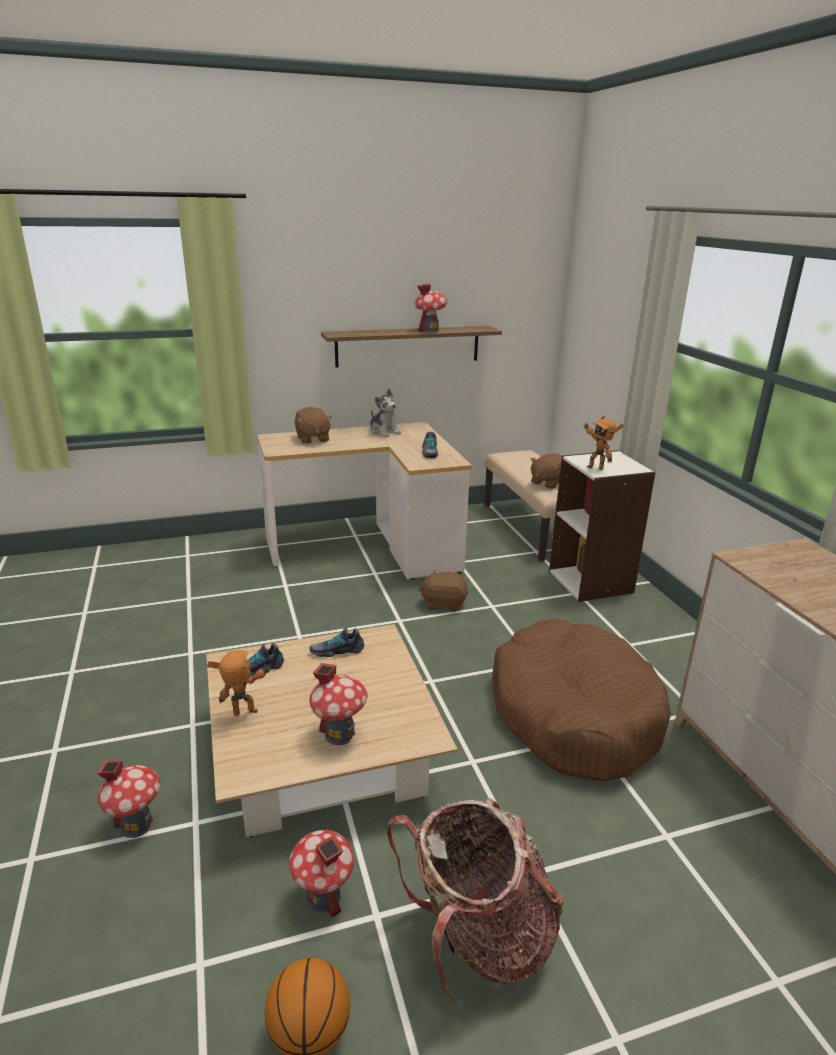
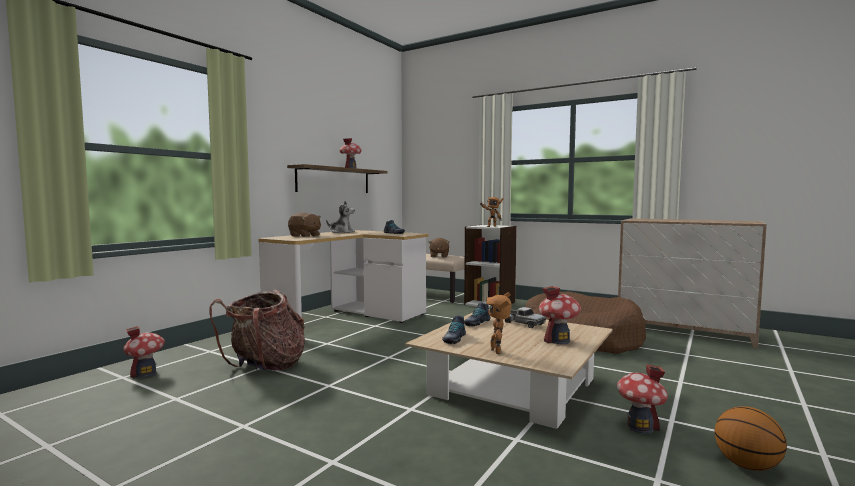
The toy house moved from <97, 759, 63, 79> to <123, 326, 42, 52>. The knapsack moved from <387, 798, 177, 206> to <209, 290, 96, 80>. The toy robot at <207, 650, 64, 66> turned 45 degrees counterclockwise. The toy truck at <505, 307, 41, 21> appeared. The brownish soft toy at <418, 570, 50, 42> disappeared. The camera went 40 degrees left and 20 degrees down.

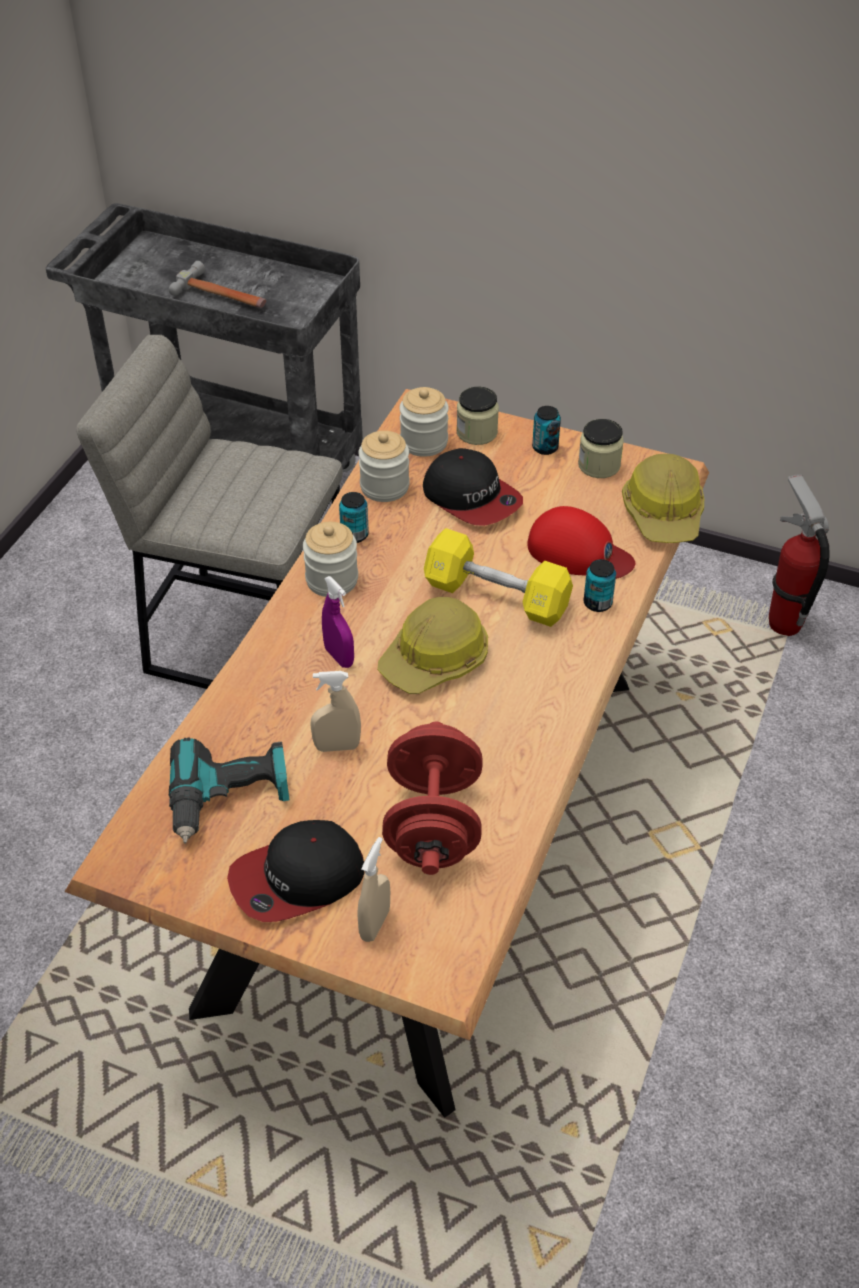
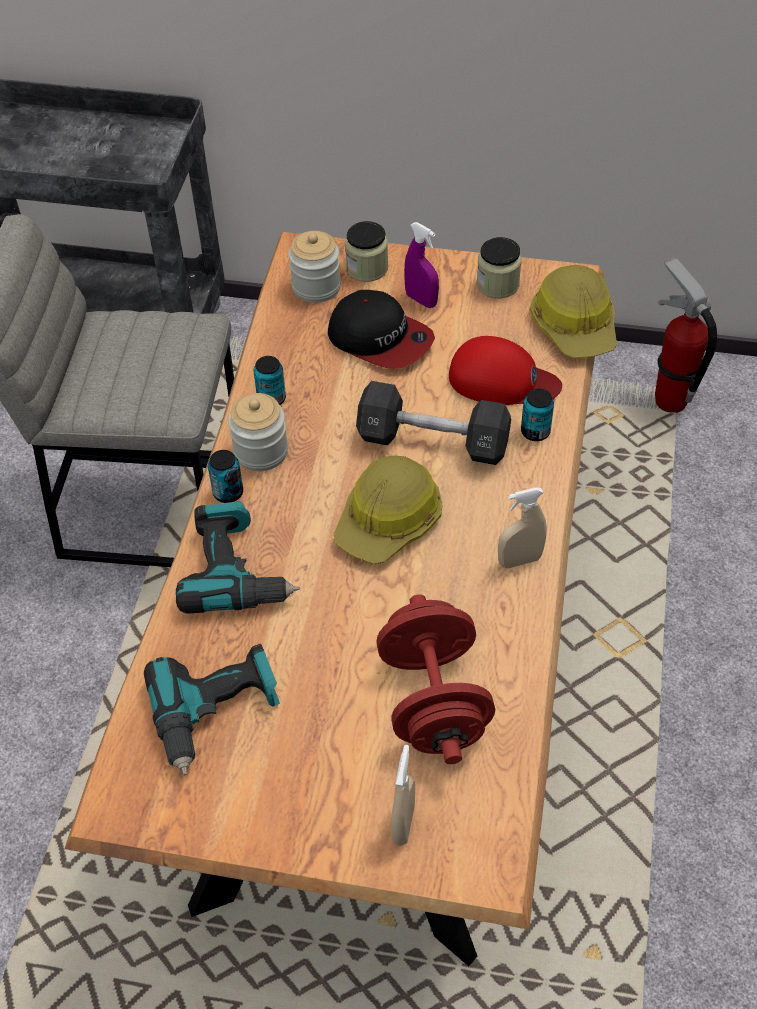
The power drill at <176, 502, 124, 112> appeared. The metal can moved from <532, 406, 29, 49> to <208, 450, 35, 53>. The yellow-coloured dumbbell at <424, 528, 149, 99> became the blackish dumbbell at <356, 381, 155, 84>. The purple-coloured hand sprayer moved from <322, 576, 32, 92> to <404, 222, 35, 86>. The beige-coloured hand sprayer moved from <310, 671, 51, 81> to <498, 488, 49, 80>. The hammer at <169, 261, 97, 47> disappeared. The cap at <227, 820, 138, 102> disappeared. The jar at <358, 431, 52, 71> disappeared. The camera went 10 degrees left and 5 degrees up.

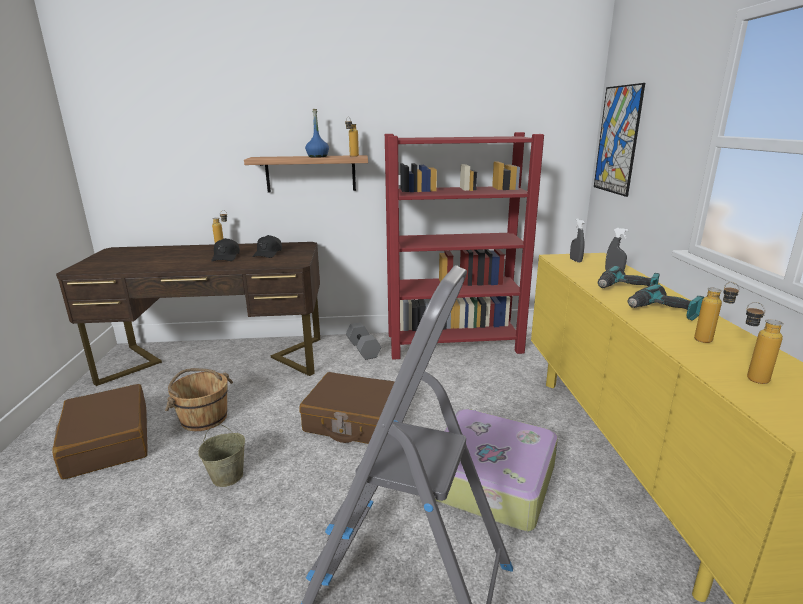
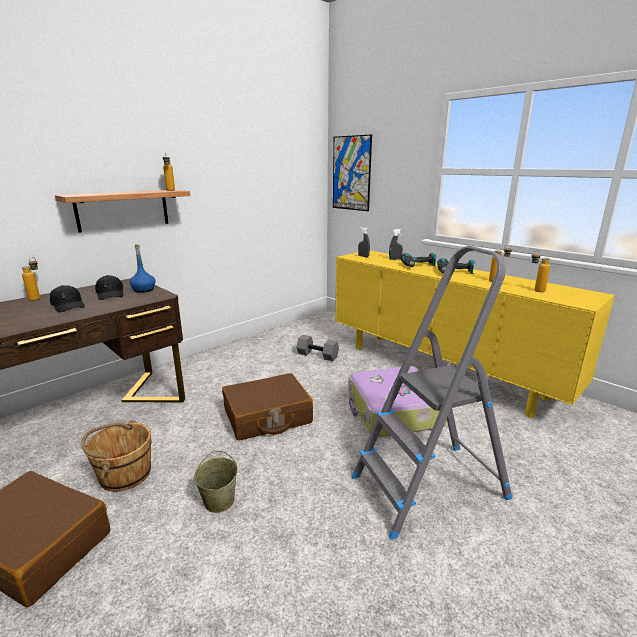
The blue-coloured bottle moved from <305, 109, 24, 49> to <130, 244, 26, 49>. The greyish dumbbell moved from <346, 322, 35, 38> to <296, 335, 43, 26>. The red bookshelf at <385, 132, 159, 227> disappeared. The camera went 40 degrees left and 0 degrees up.

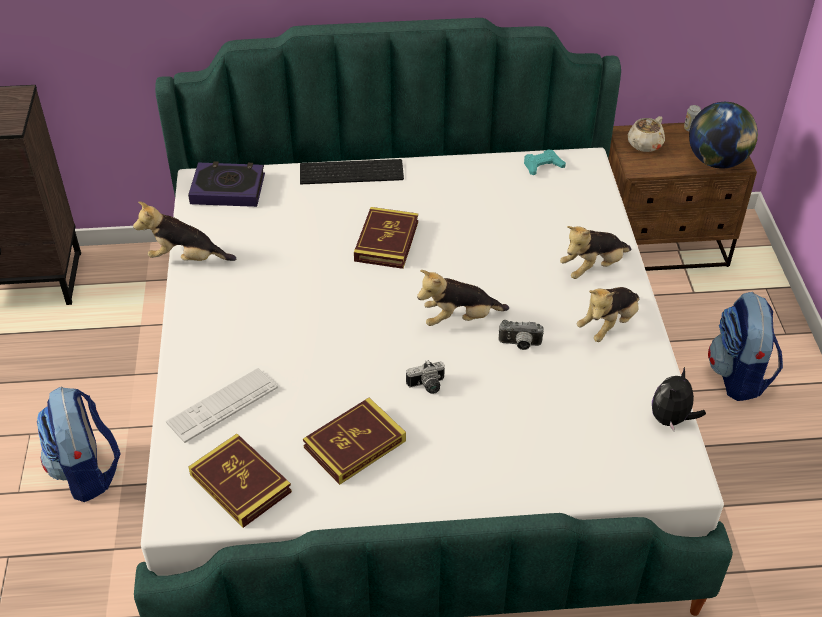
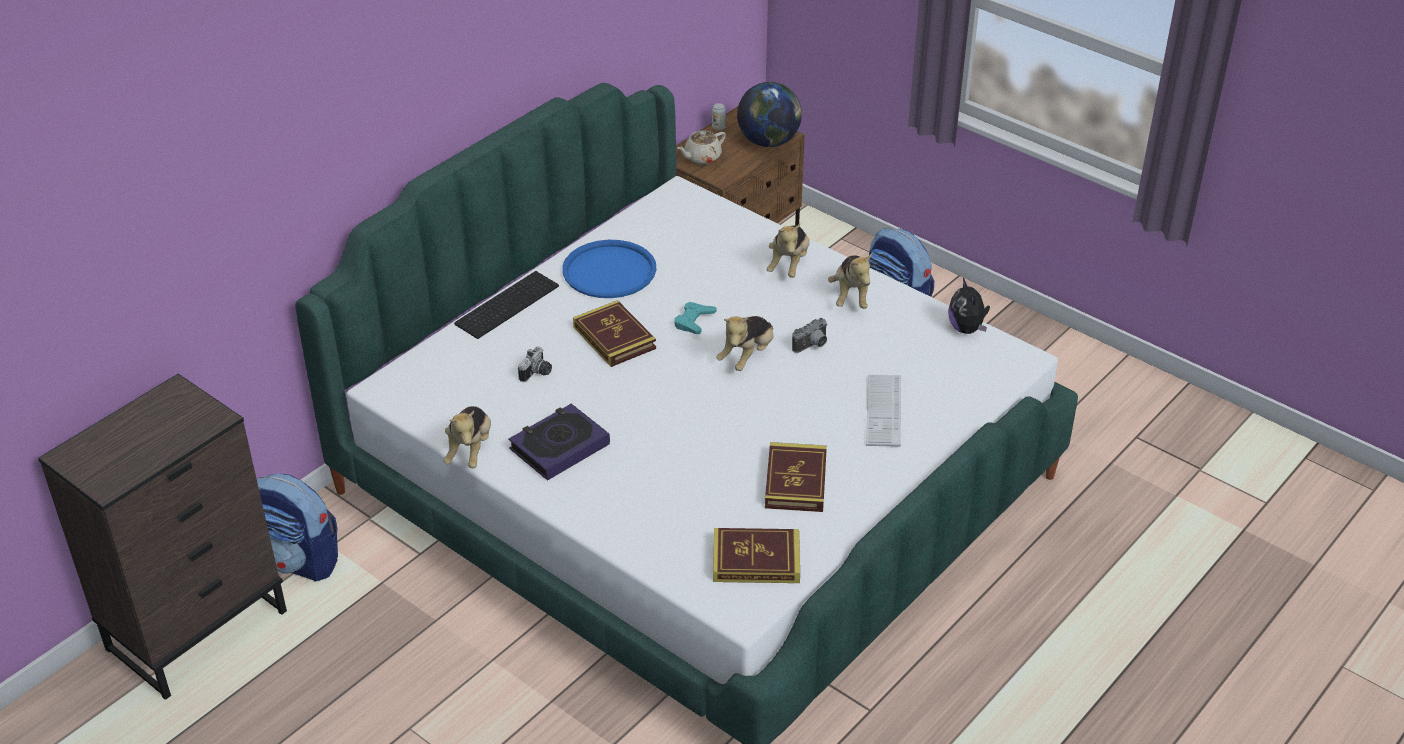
The knapsack moved from <37, 387, 83, 115> to <257, 473, 81, 109>. The soft toy at <133, 202, 103, 59> turned 45 degrees counterclockwise. The volume moved from <188, 161, 77, 46> to <508, 404, 102, 76>. The photo camera moved from <406, 360, 39, 34> to <518, 346, 34, 36>. The blue-coloured tray at <563, 240, 93, 58> appeared. The turquoise game controller moved from <524, 150, 42, 25> to <674, 302, 43, 32>. The beige-coloured pot for tea at <628, 116, 37, 36> turned 60 degrees clockwise. The keyboard moved from <166, 368, 112, 75> to <866, 375, 35, 72>. The camera went 45 degrees left and 5 degrees down.

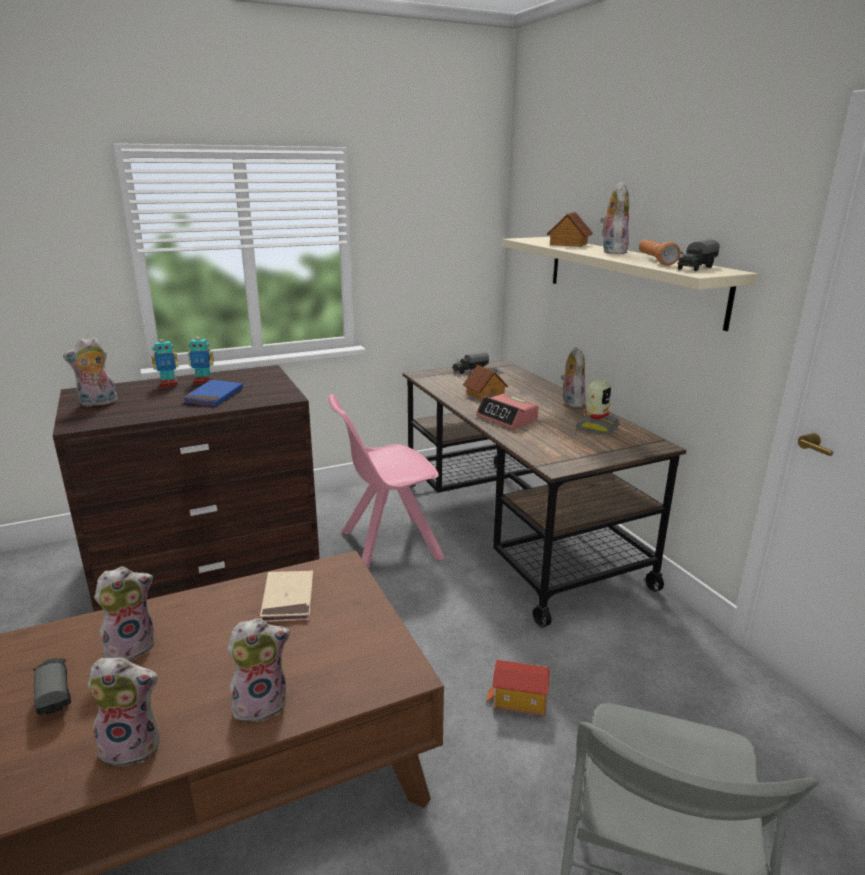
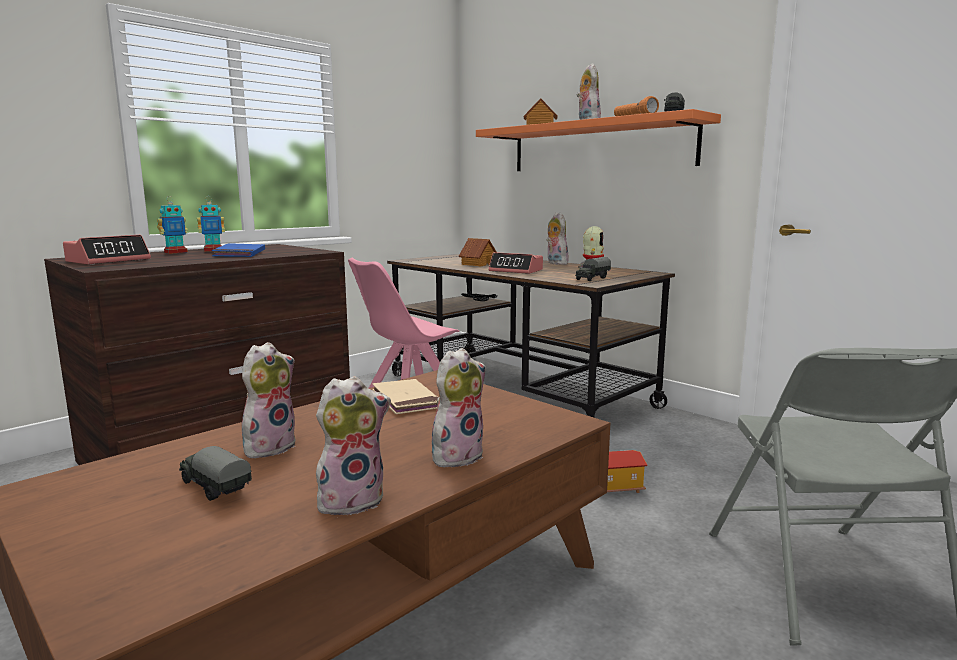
The soft toy at <63, 337, 55, 70> was replaced by the bedside clock at <63, 235, 88, 30>. The beige-coloured bracket shelf at <502, 237, 256, 94> became the orange-coloured bracket shelf at <476, 109, 245, 62>. The toy truck moved from <452, 352, 37, 22> to <575, 257, 36, 24>. The camera went 20 degrees left and 10 degrees down.

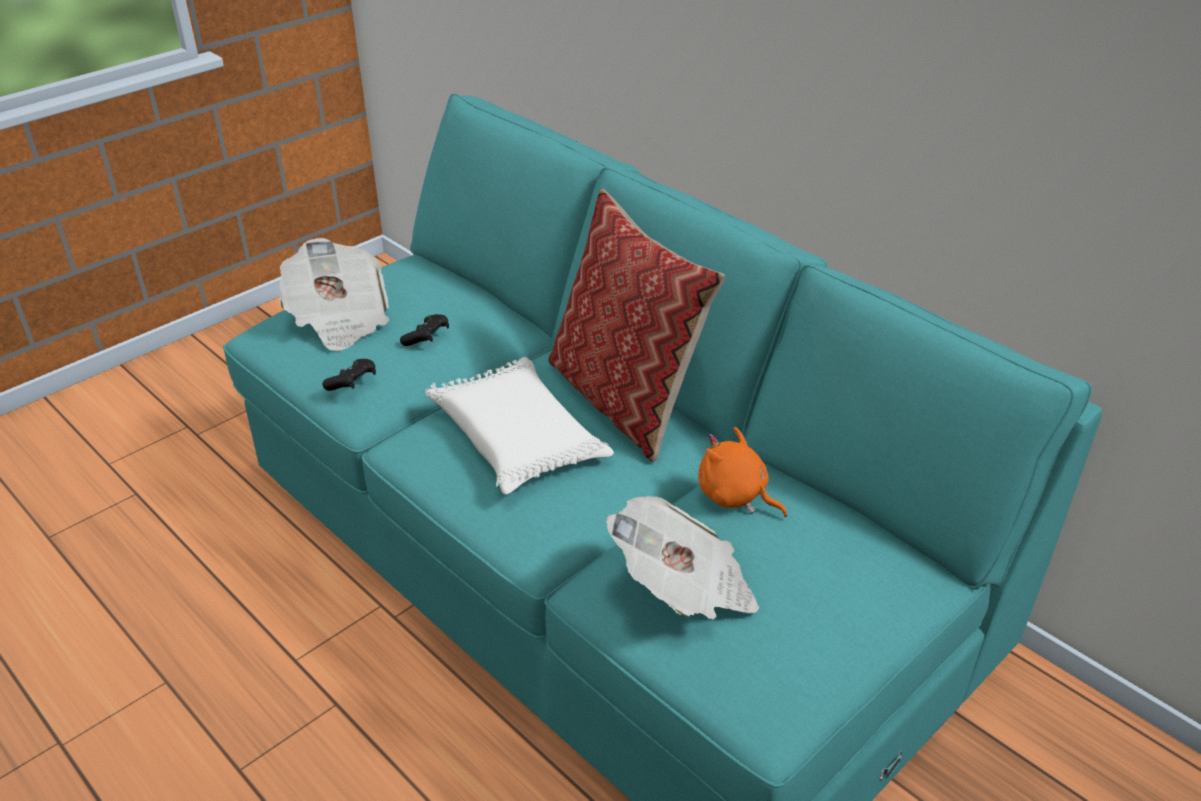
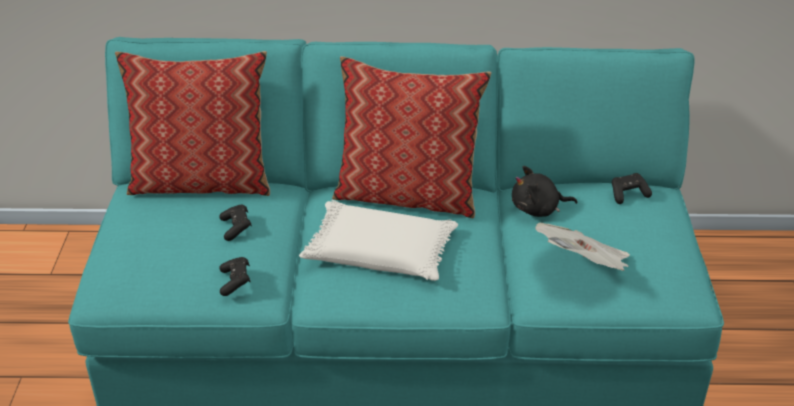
The pillow at <115, 51, 155, 145> appeared. The orange-coloured soft toy at <698, 427, 89, 90> became the blackish soft toy at <512, 166, 66, 51>. The blackish game controller at <612, 173, 40, 31> appeared. The printed paper at <279, 238, 110, 113> disappeared. The camera went 45 degrees left and 0 degrees up.

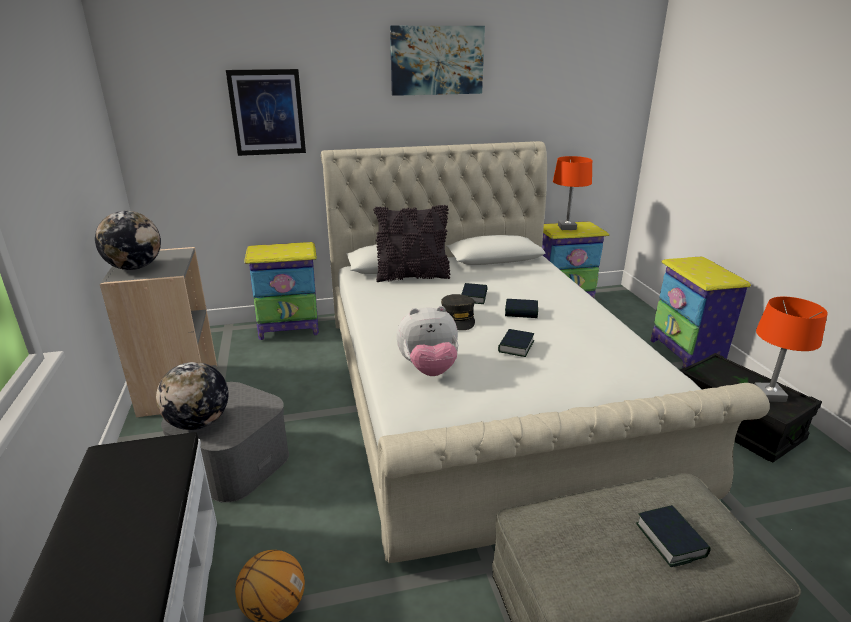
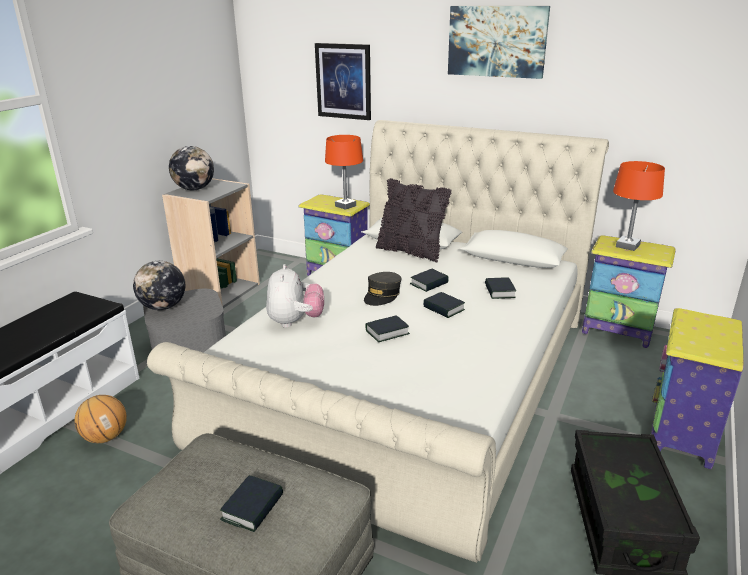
The soft toy at <397, 306, 61, 70> turned 120 degrees counterclockwise. The orange-coloured table lamp moved from <755, 297, 72, 105> to <325, 135, 38, 75>. The volume at <485, 277, 31, 22> appeared. The camera went 40 degrees right and 0 degrees up.

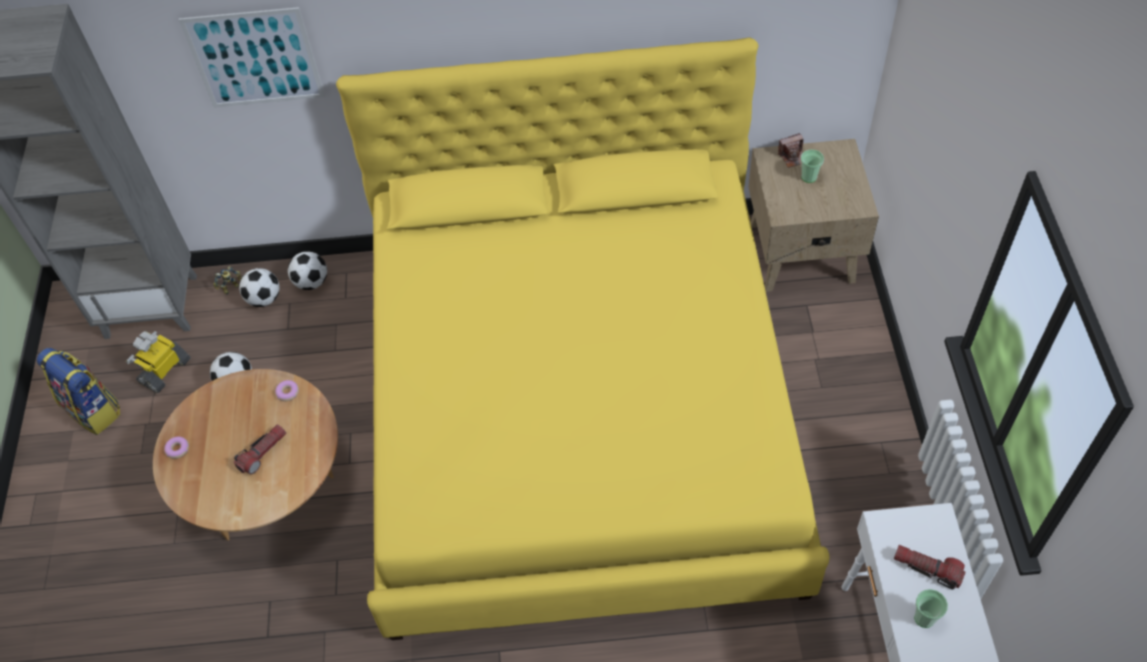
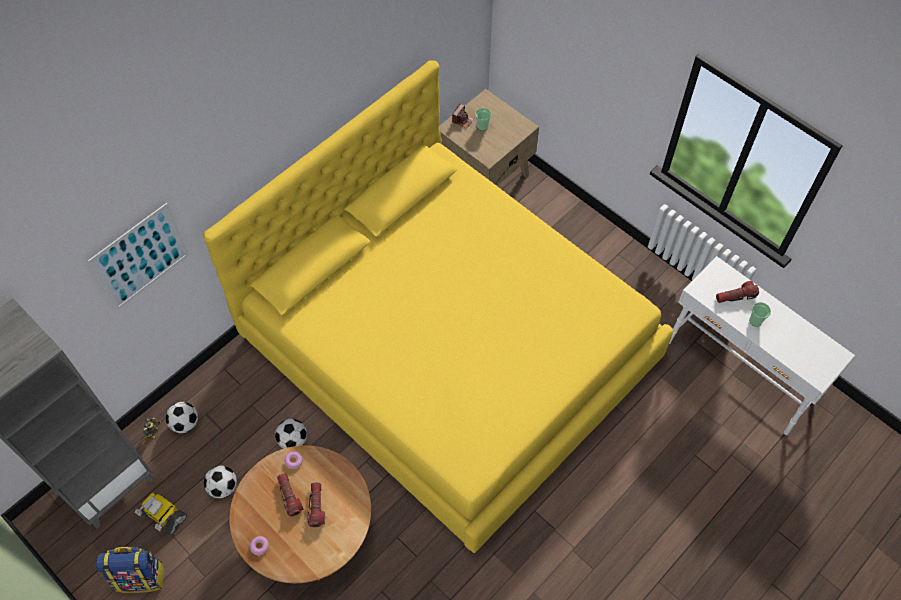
The toy robot at <126, 331, 65, 62> turned 45 degrees counterclockwise. The ball for football moved from <288, 251, 39, 39> to <275, 419, 32, 30>. The torch at <277, 473, 26, 44> appeared. The camera went 45 degrees left and 5 degrees up.

